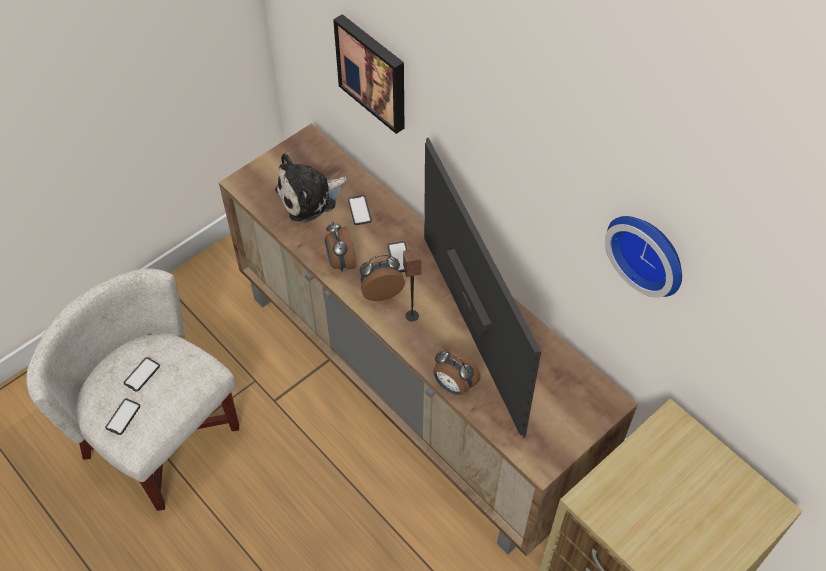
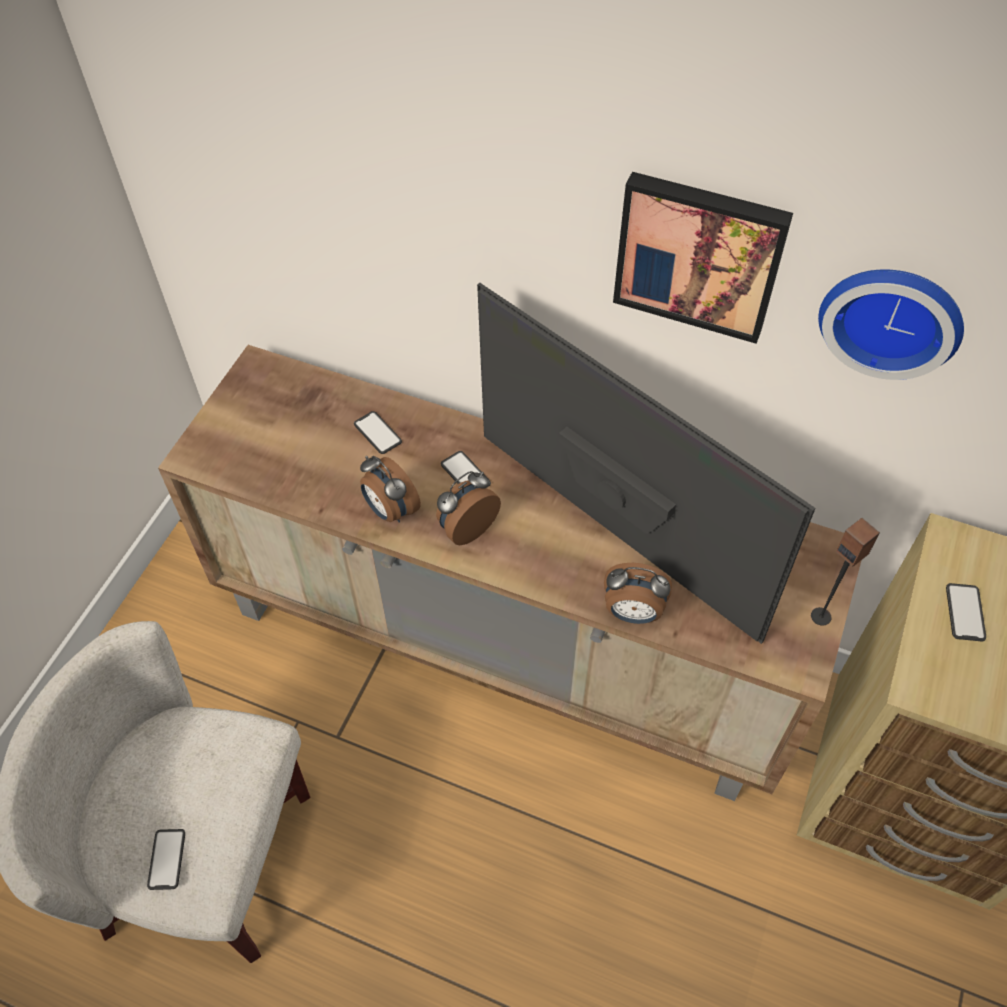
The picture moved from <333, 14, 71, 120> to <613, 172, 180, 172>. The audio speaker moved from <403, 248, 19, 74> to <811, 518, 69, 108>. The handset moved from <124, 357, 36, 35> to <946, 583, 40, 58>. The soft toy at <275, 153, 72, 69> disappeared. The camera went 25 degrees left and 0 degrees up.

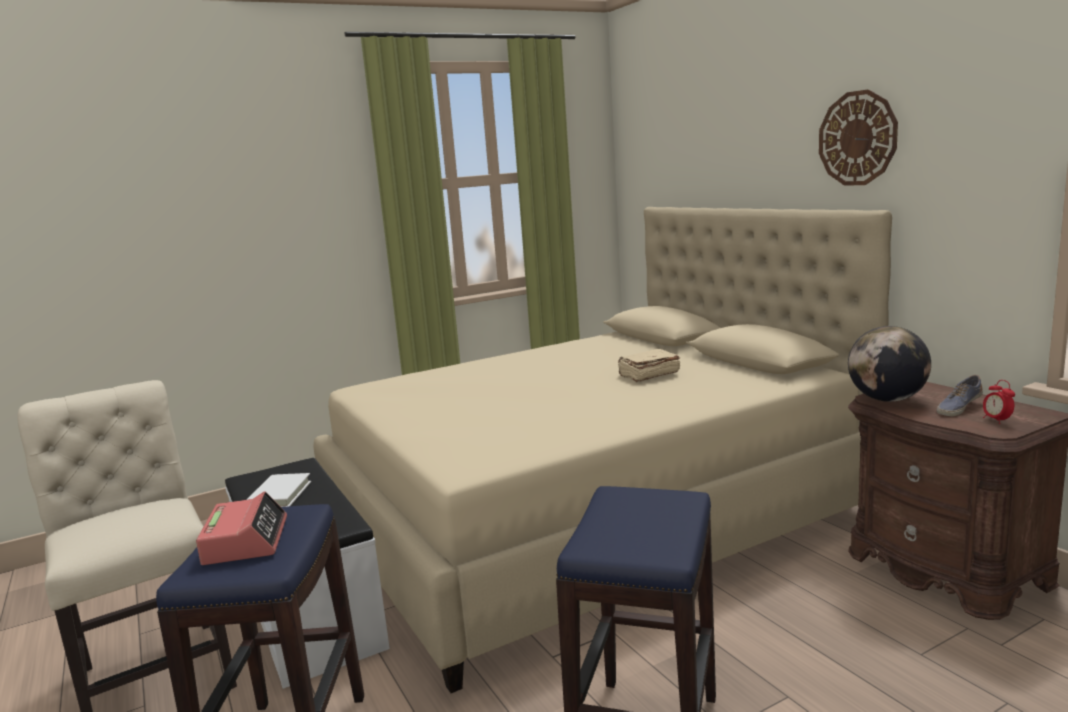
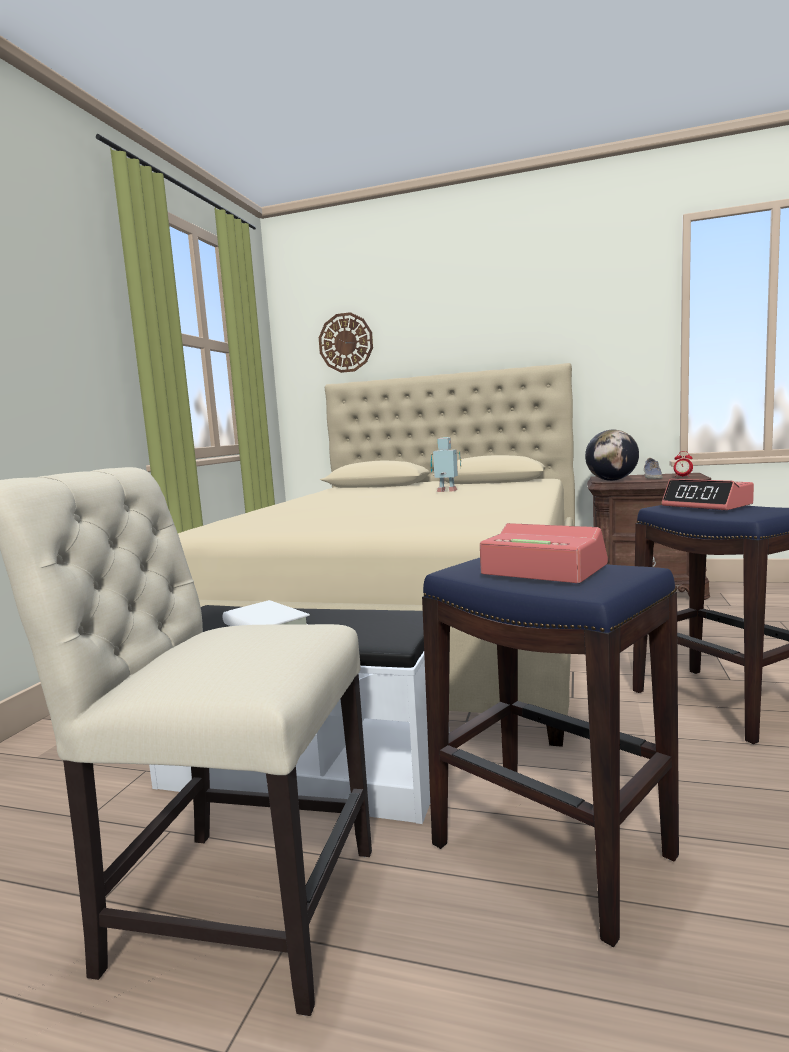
The clock on the wall moved from <819, 89, 79, 97> to <319, 312, 54, 61>. The beige-coloured volume at <618, 349, 62, 33> was replaced by the toy robot at <431, 437, 30, 55>. The bedside clock at <661, 479, 93, 31> appeared. The camera went 45 degrees left and 5 degrees down.

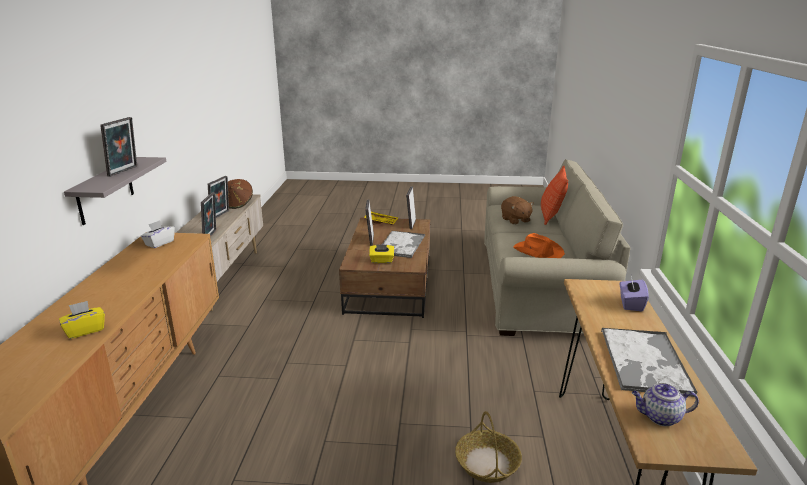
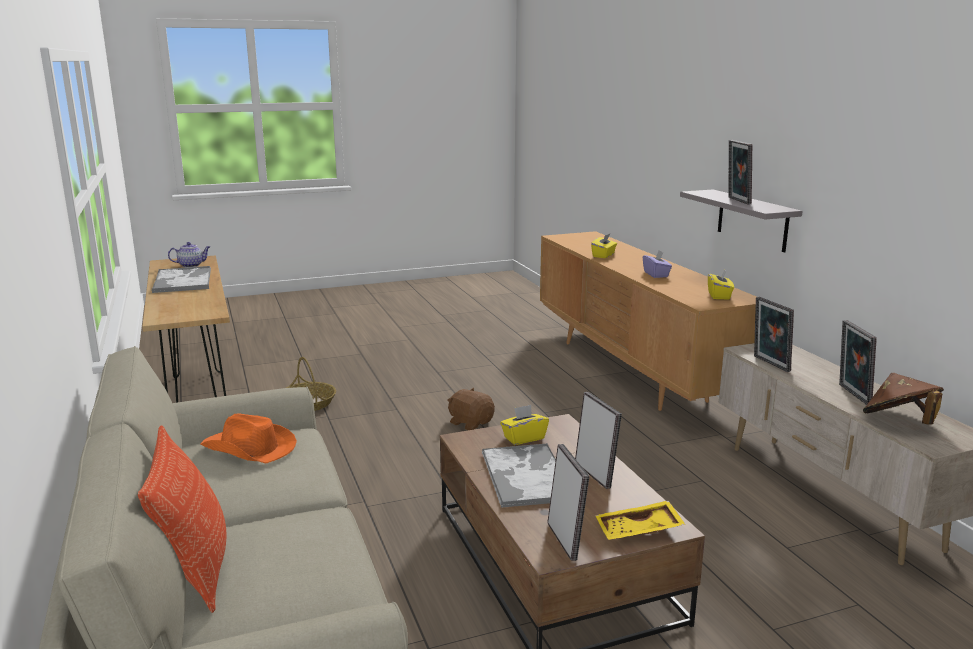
The brownish soft toy moved from <501, 196, 33, 29> to <447, 388, 48, 42>. The purple-coloured tissue holder moved from <620, 276, 29, 35> to <643, 250, 29, 28>. The whitish tissue holder at <140, 220, 35, 28> became the yellow-coloured tissue holder at <708, 269, 26, 31>. The camera went 155 degrees right and 5 degrees down.

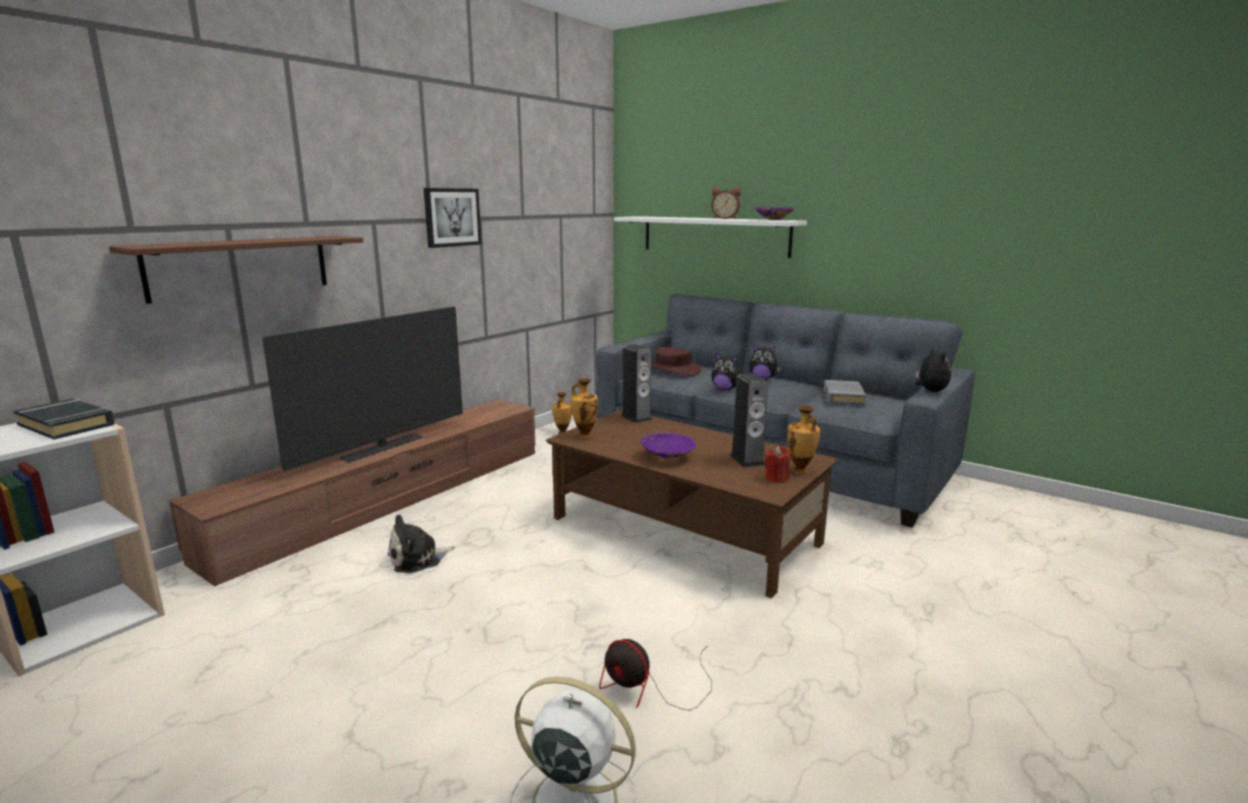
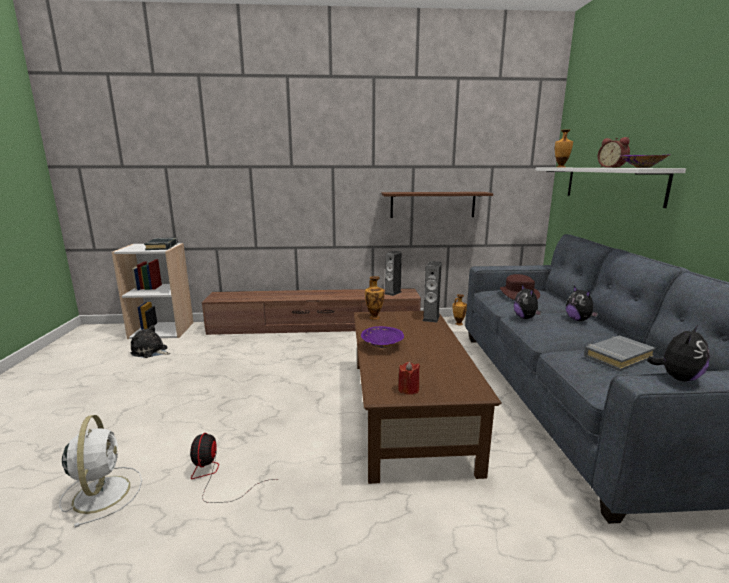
The soft toy moved from <388, 514, 67, 59> to <131, 325, 40, 33>. The brownish bracket shelf moved from <109, 236, 254, 68> to <381, 192, 112, 26>. The audio speaker moved from <730, 373, 38, 94> to <384, 251, 18, 45>. The vase moved from <787, 405, 33, 69> to <555, 129, 18, 38>. The TV set at <262, 307, 201, 164> disappeared. The picture at <424, 188, 58, 60> disappeared. The camera went 50 degrees right and 0 degrees up.

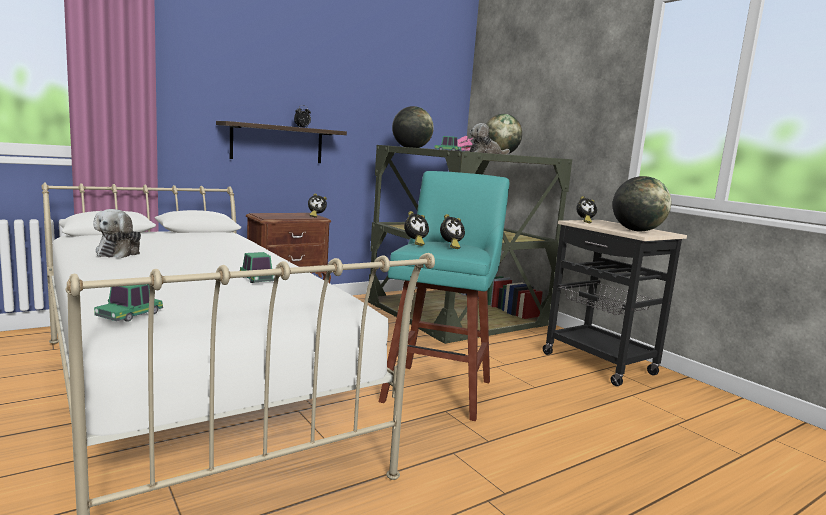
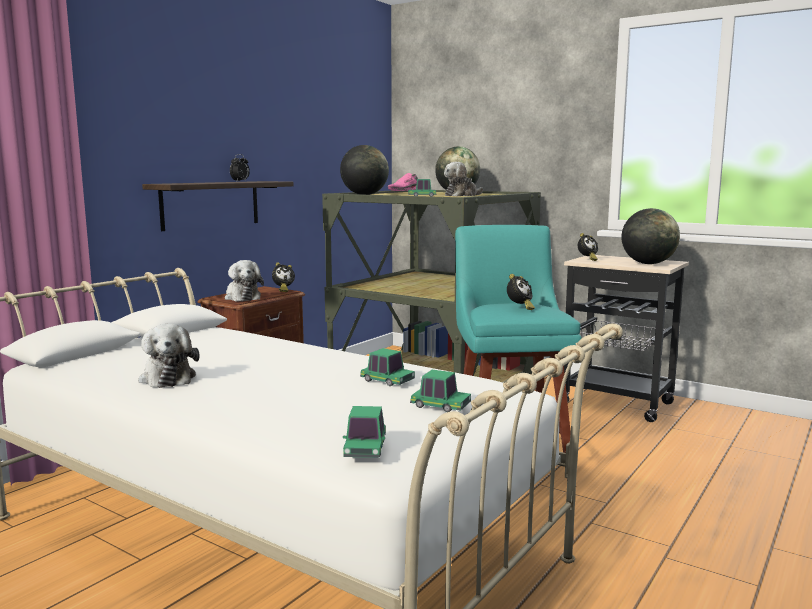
The soft toy at <225, 260, 39, 41> appeared. The toy car at <410, 370, 61, 42> appeared. The bedside clock at <404, 211, 25, 35> disappeared. The camera went 20 degrees left and 0 degrees up.

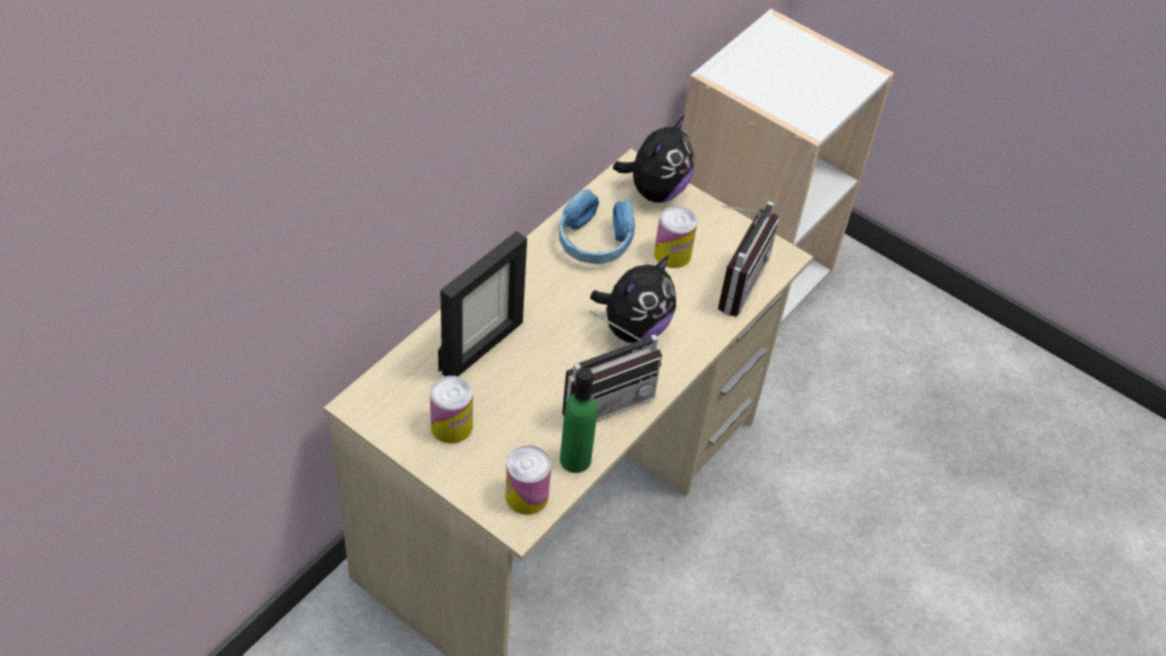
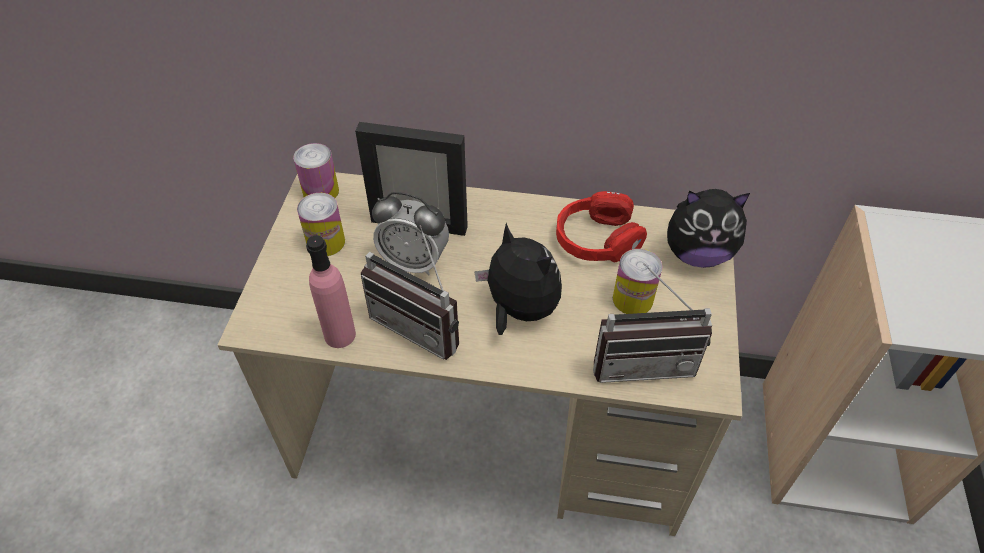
The metal can moved from <505, 446, 46, 69> to <293, 143, 46, 55>. The green-coloured bottle at <560, 368, 37, 105> became the pink-coloured bottle at <306, 235, 50, 113>. The bedside clock at <372, 192, 77, 84> appeared. The soft toy at <590, 255, 86, 88> turned 150 degrees counterclockwise. The blue-coloured pair of headphones at <559, 189, 76, 75> became the red pair of headphones at <556, 191, 91, 72>. The camera went 65 degrees right and 0 degrees up.

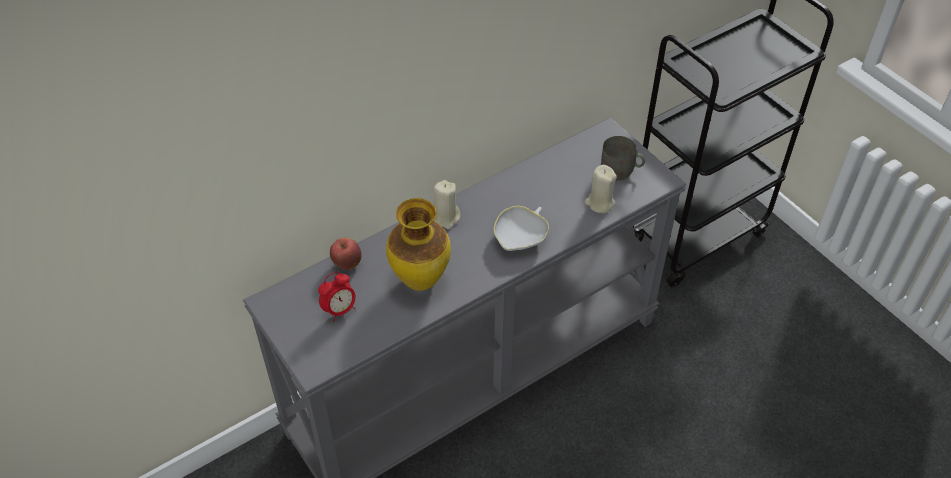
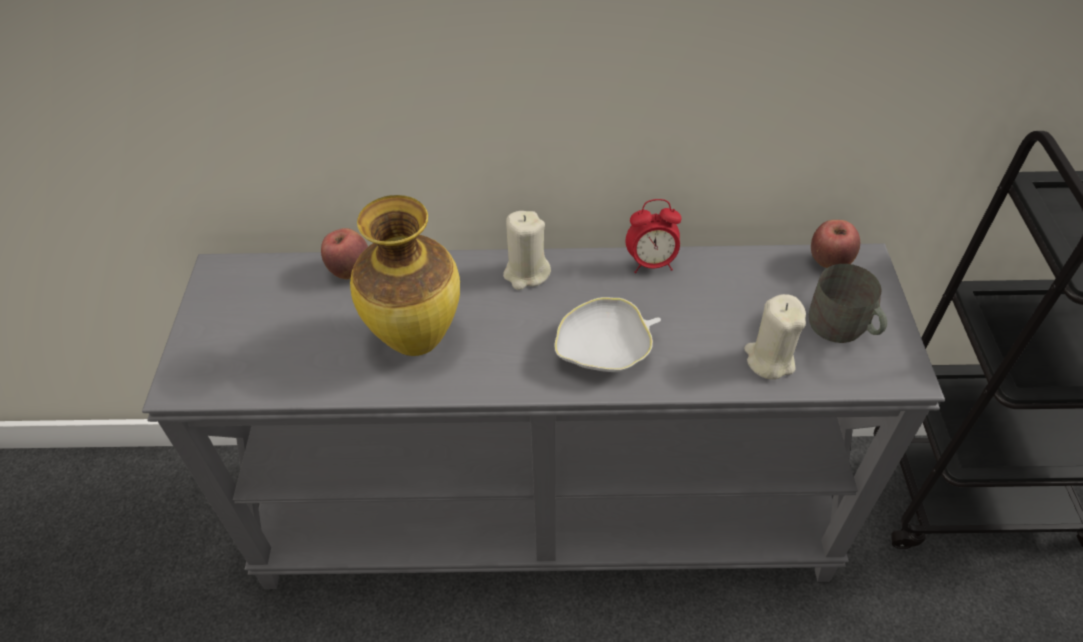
The bedside clock moved from <318, 272, 38, 50> to <626, 199, 55, 74>. The apple at <811, 220, 49, 48> appeared. The camera went 35 degrees right and 0 degrees up.

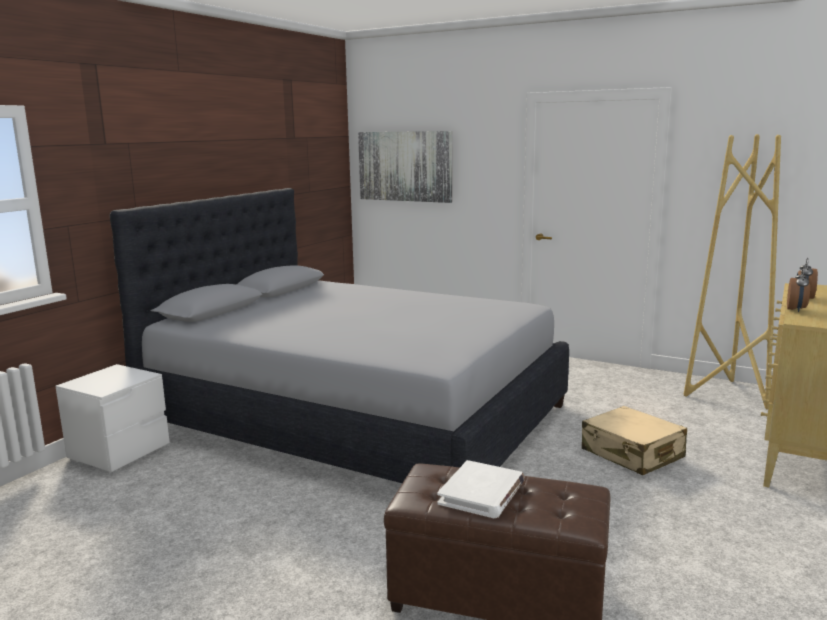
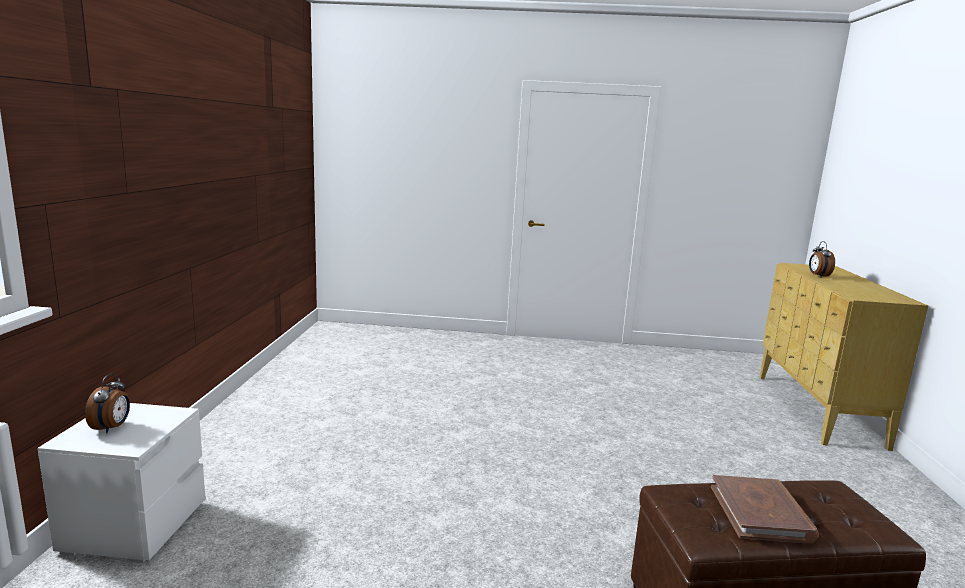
The bedside clock moved from <787, 267, 23, 45> to <85, 374, 45, 59>. The whitish volume at <437, 460, 88, 58> became the brownish volume at <711, 475, 108, 69>. The greyish bedroom bed at <110, 188, 459, 295> disappeared. The picture at <358, 131, 94, 72> disappeared. The beige-coloured travel case at <582, 406, 105, 69> disappeared. The yellow-coloured clothes rack at <684, 134, 97, 276> disappeared. The camera went 25 degrees left and 0 degrees up.

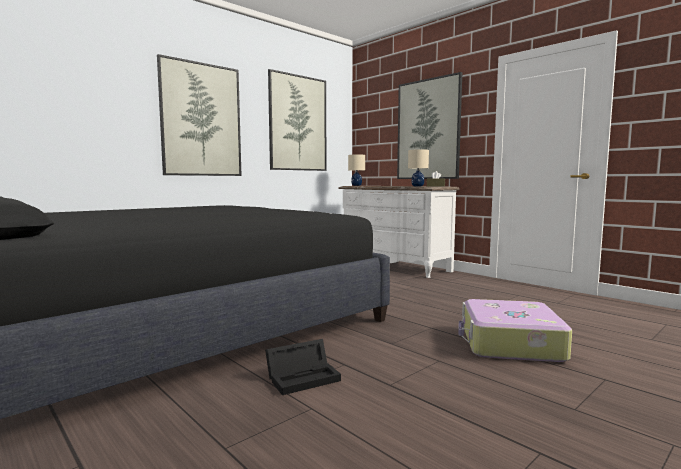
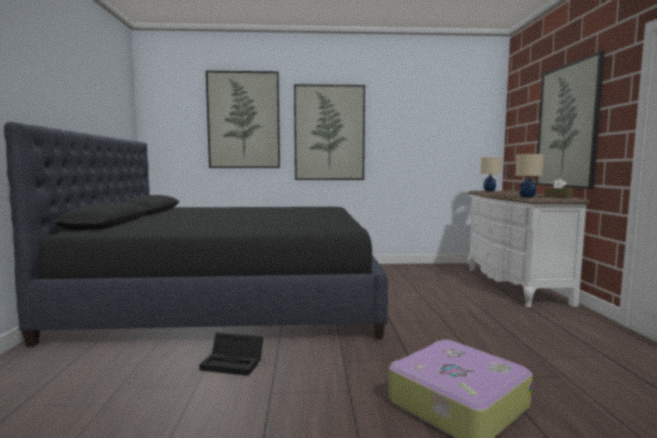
The picture moved from <268, 69, 59, 102> to <206, 71, 74, 97>. The camera went 40 degrees right and 0 degrees up.

